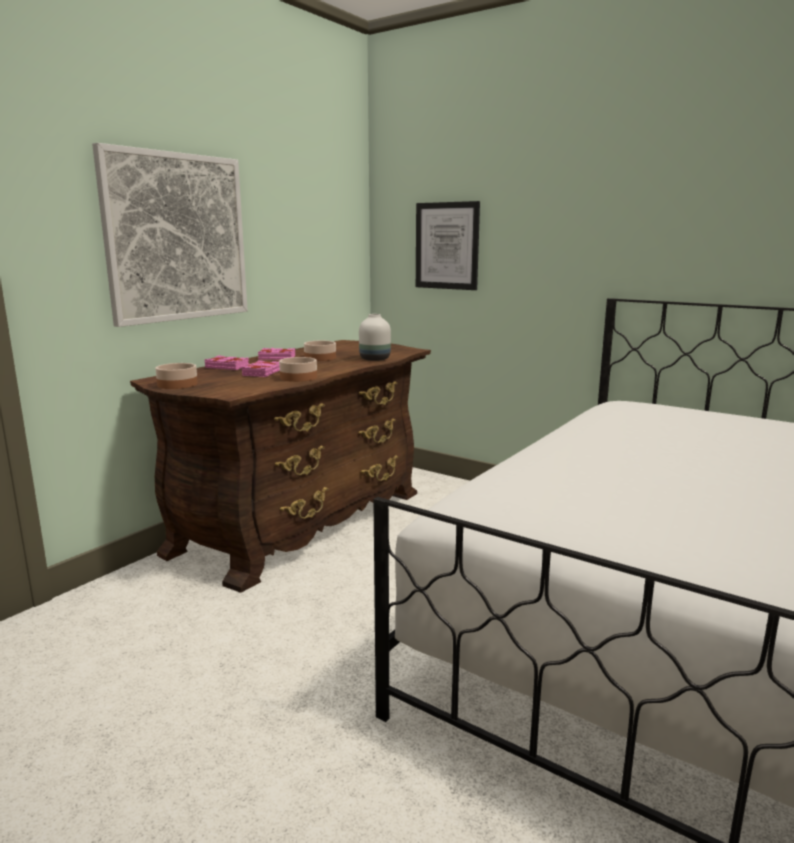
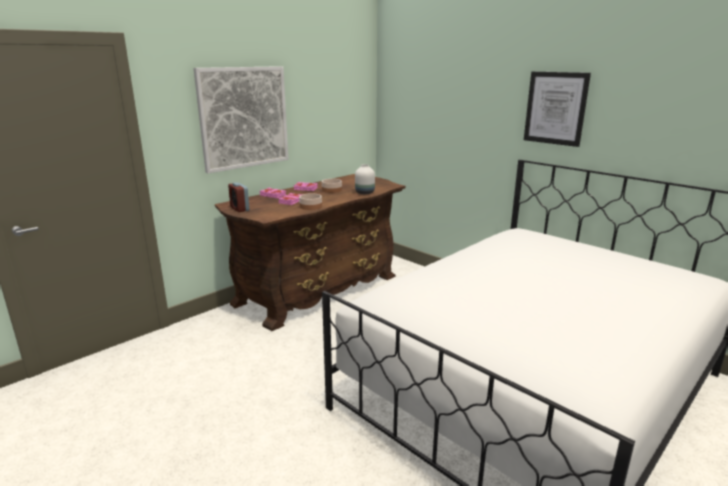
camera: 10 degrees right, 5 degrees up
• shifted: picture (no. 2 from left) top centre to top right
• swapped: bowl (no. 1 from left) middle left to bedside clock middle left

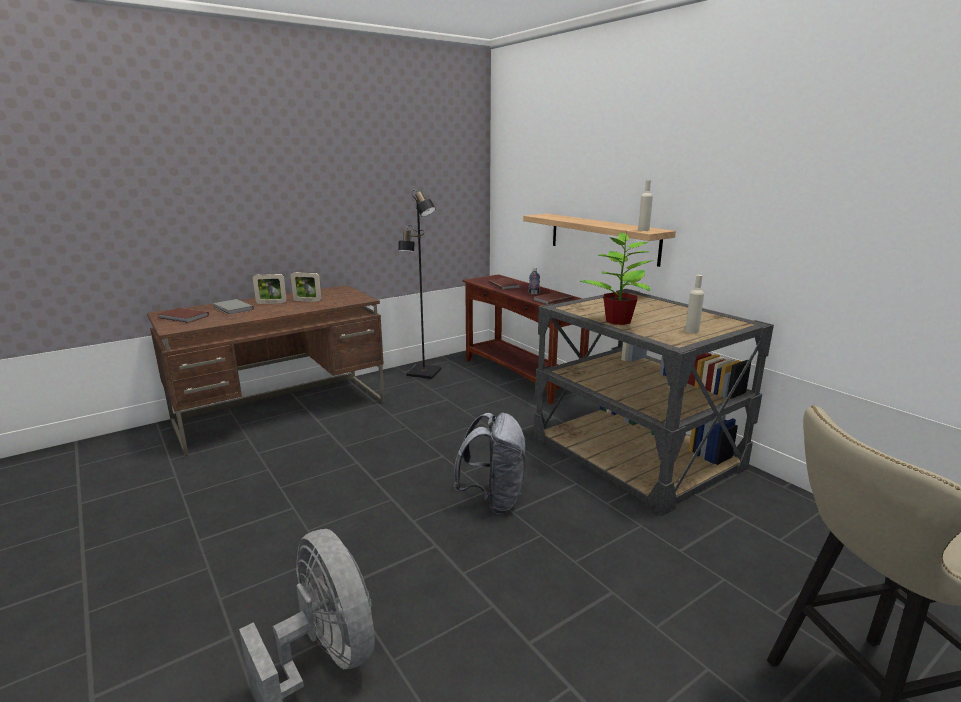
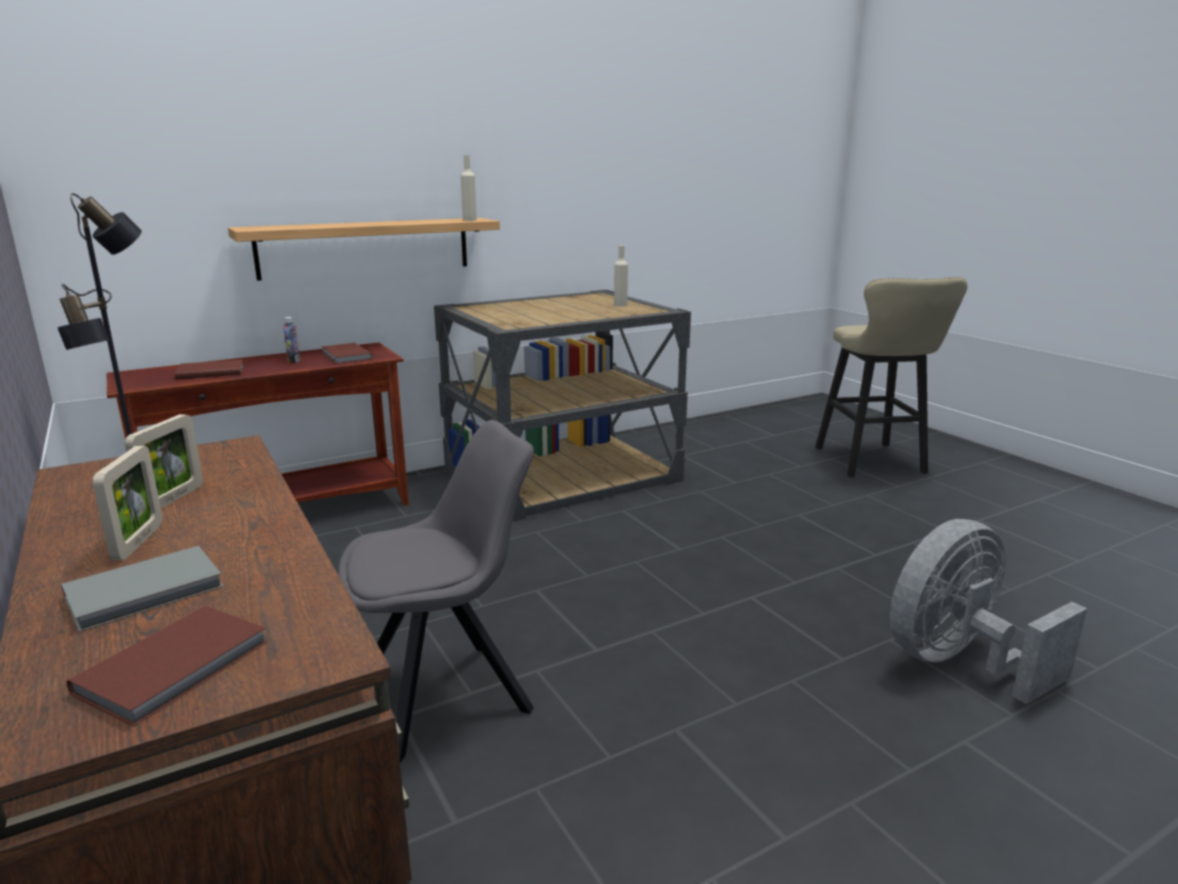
camera: 85 degrees left, 0 degrees up
• gone: greyish rucksack centre
• gone: potted plant centre
• new: greyish plain chair bottom centre

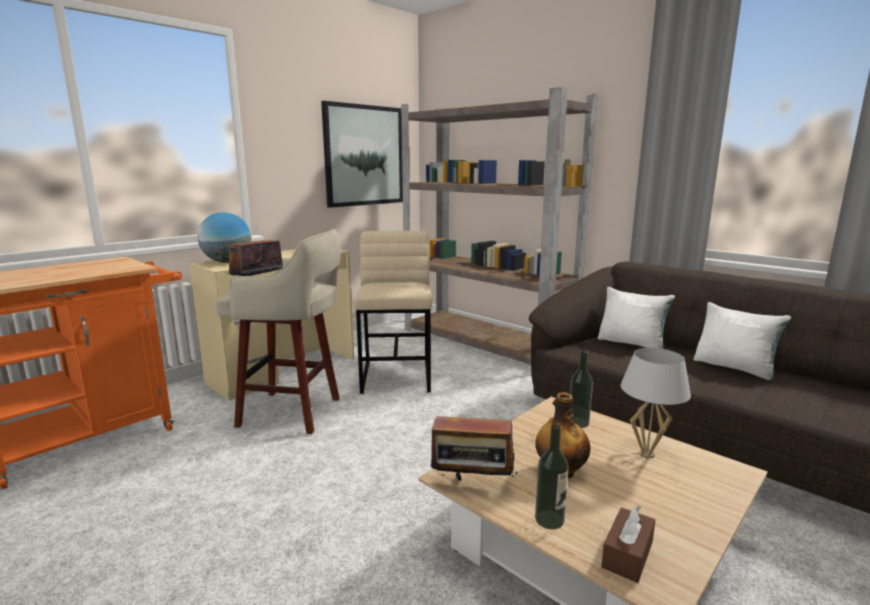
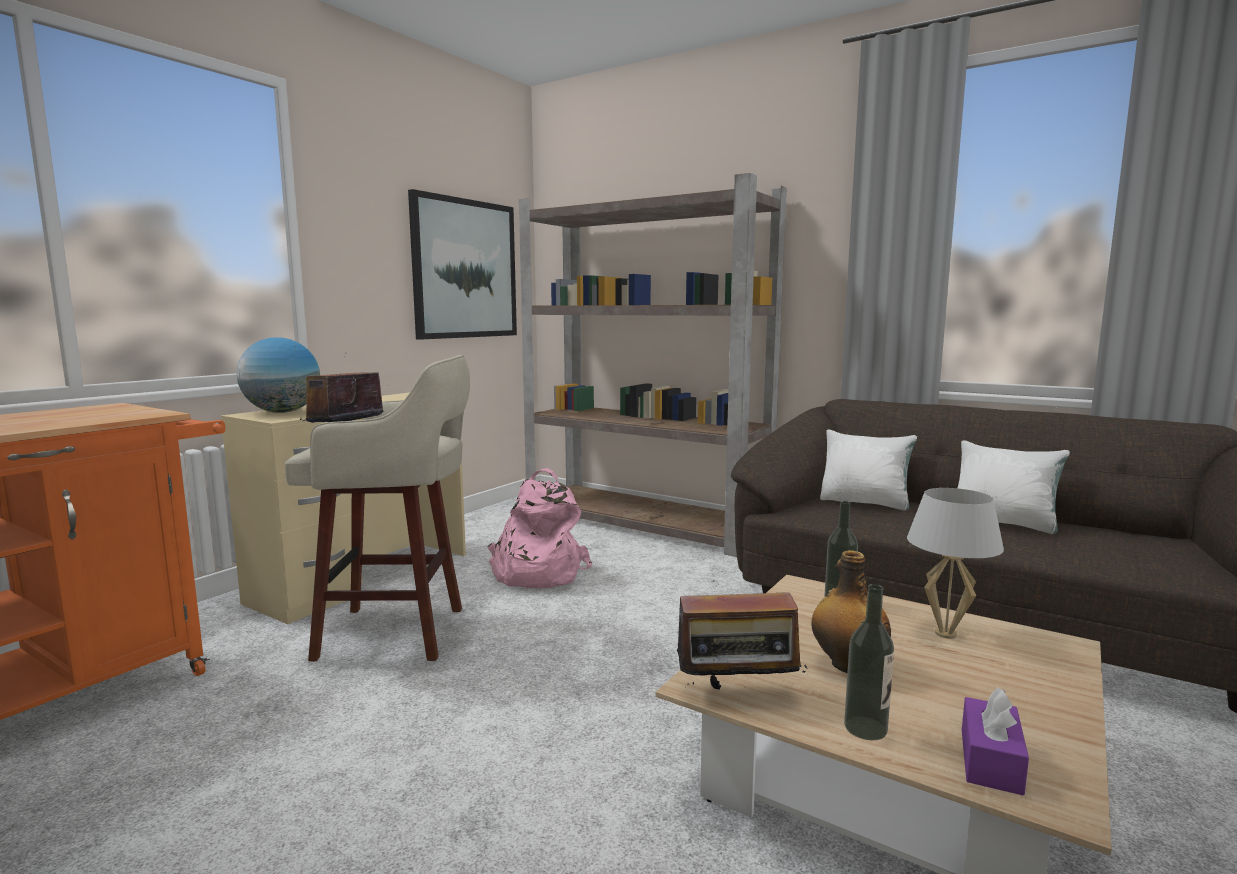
camera: 10 degrees left, 5 degrees down
• swapped: beige plain chair centre to pink-coloured rucksack centre
• repainted: brown-coloured tissue box bottom right to purplish tissue box bottom right

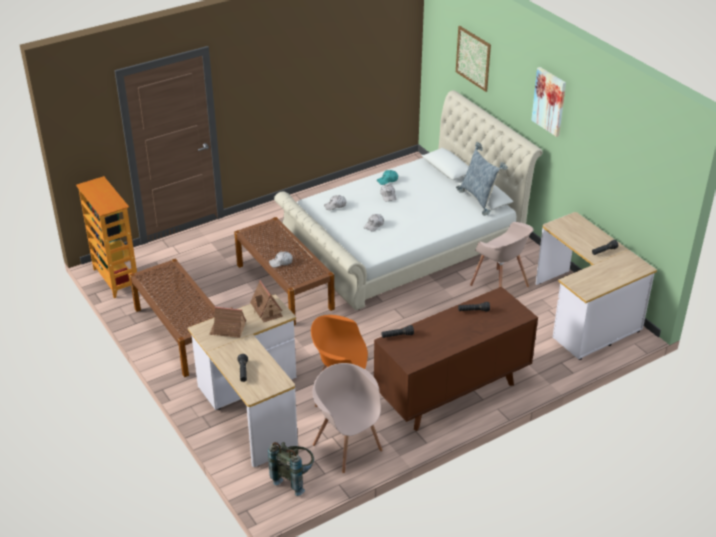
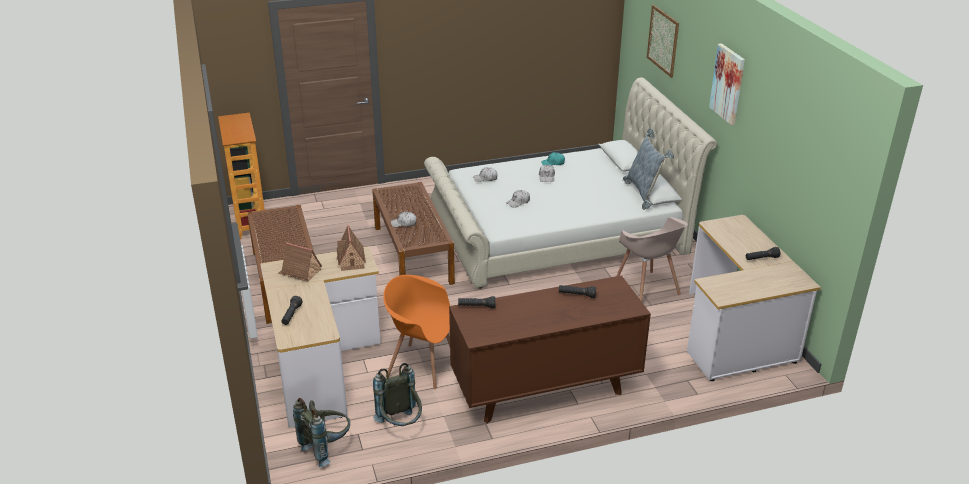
camera: 15 degrees right, 5 degrees down
• swapped: beige plain chair (no. 1 from left) bottom centre to greyish rucksack (no. 2 from left) bottom centre

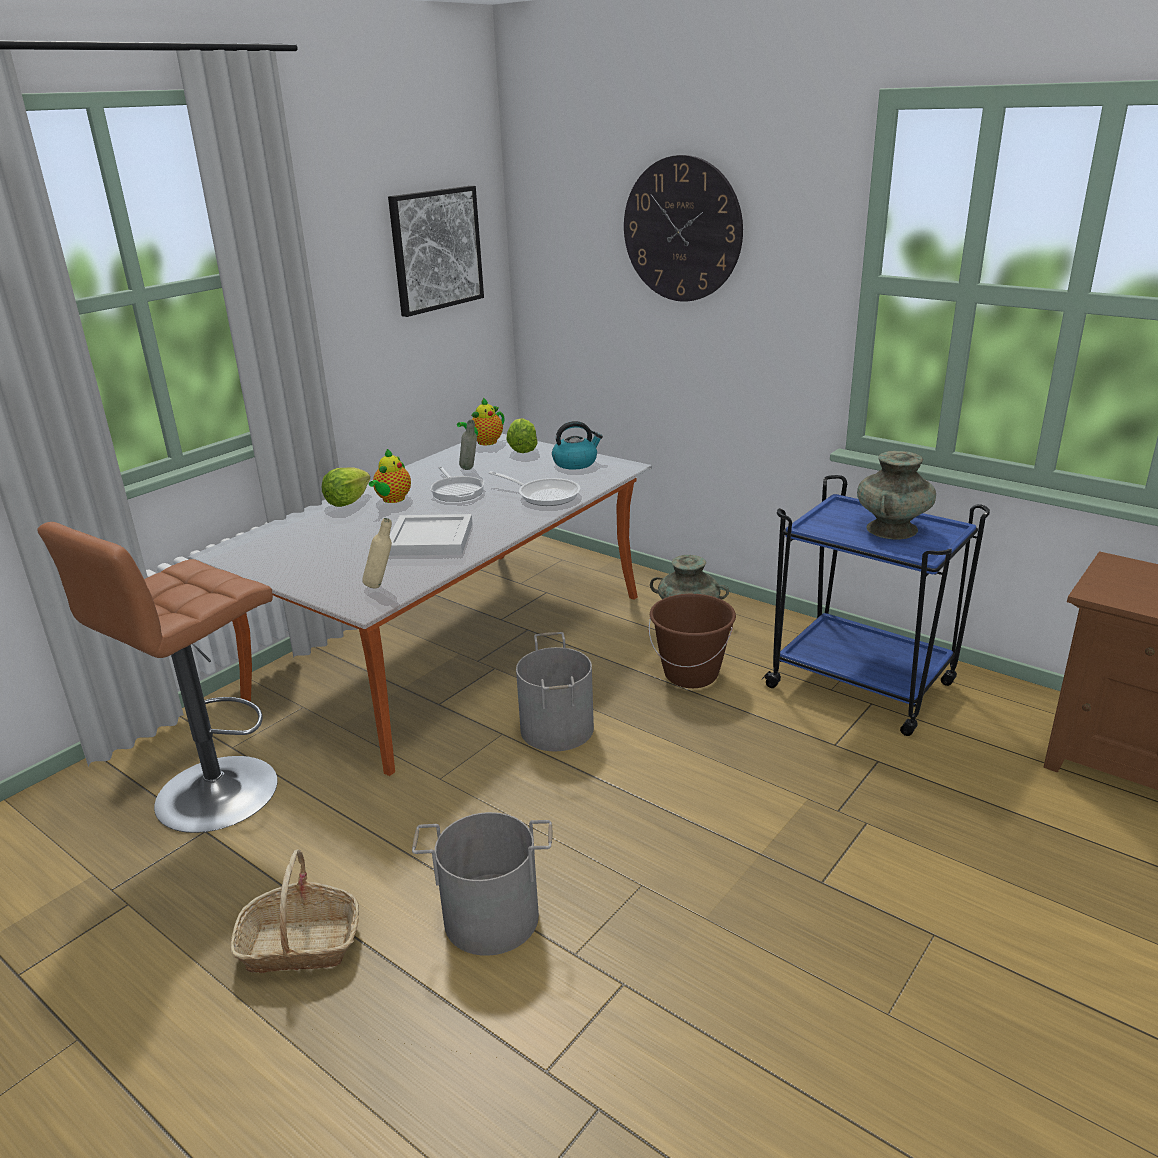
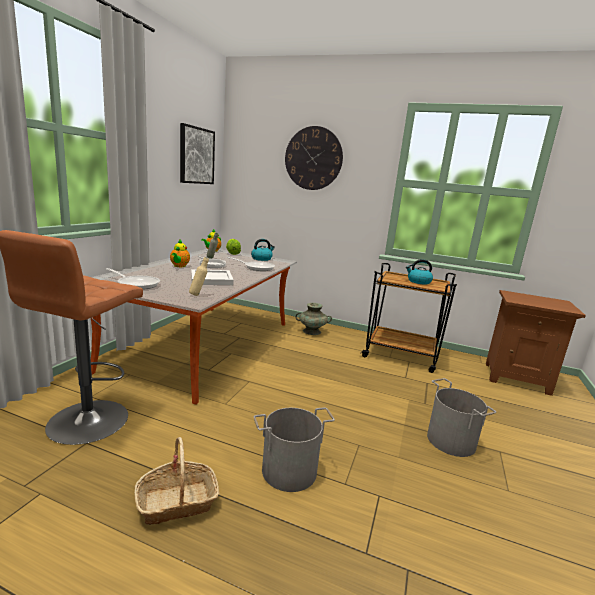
camera: 20 degrees left, 10 degrees down
• gone: lettuce head (no. 1 from left) middle left
• gone: brown-coloured water bucket centre
• new: pan (no. 1 from left) middle left
• shifted: greyish water bucket (no. 2 from left) centre to bottom right
• swapped: turquoise vase (no. 2 from left) middle right to kettle (no. 2 from left) middle right
• repainted: blue-coloured trolley middle right to brown-coloured trolley middle right

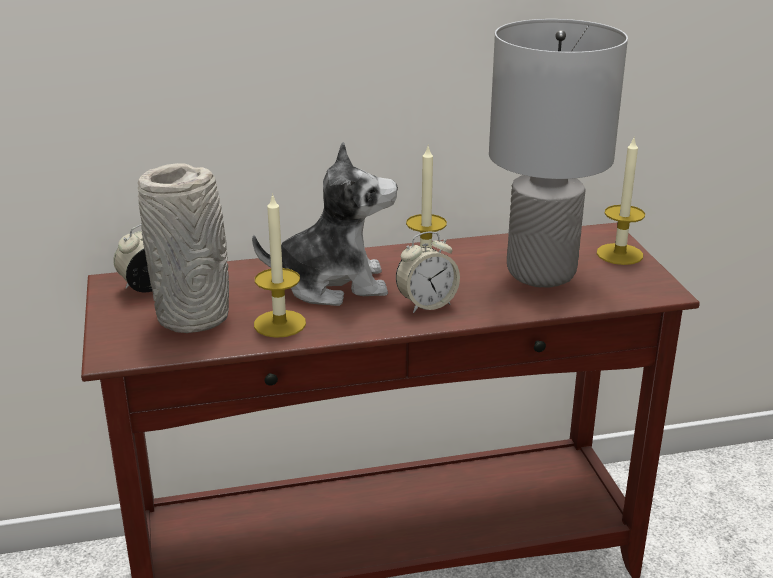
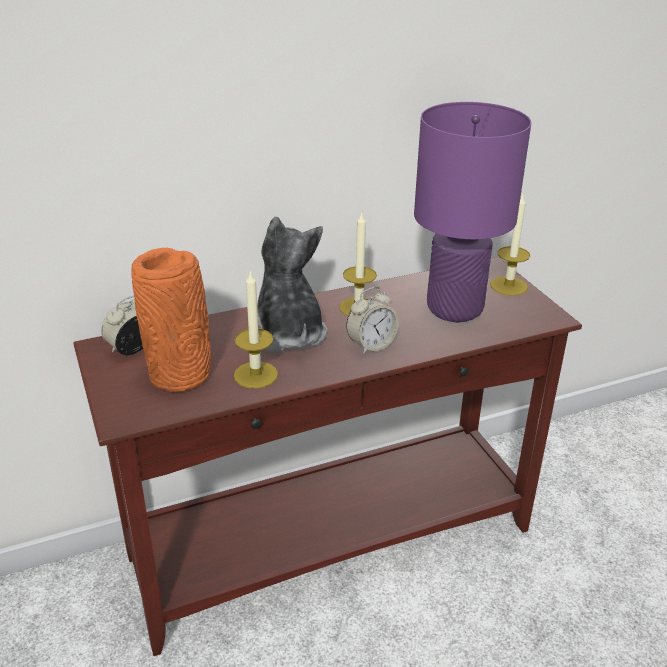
camera: 10 degrees left, 5 degrees up
• repainted: greyish vase middle left to orangey vase middle left
• repainted: greyish table lamp top right to purplish table lamp top right
• rotated: soft toy centre = centre 90 degrees counterclockwise

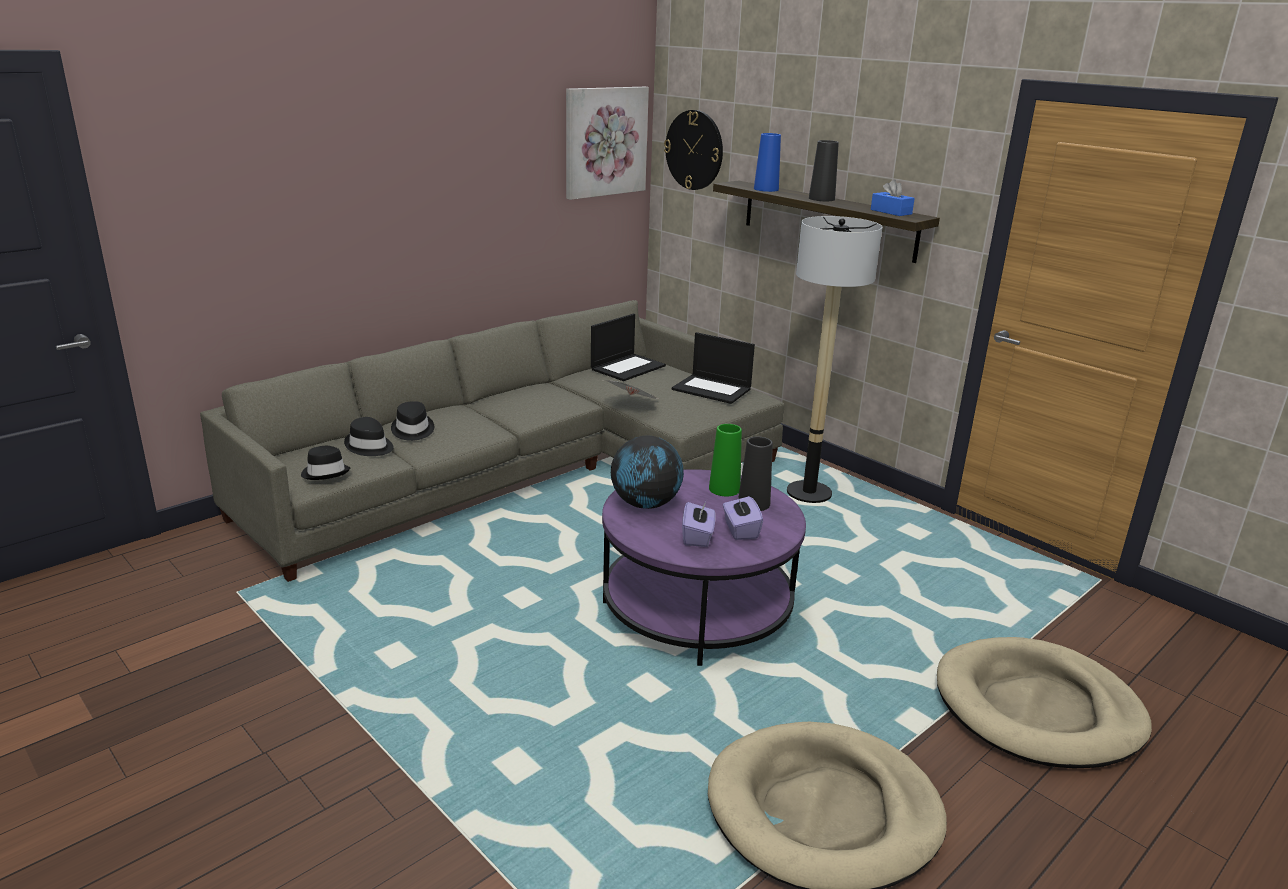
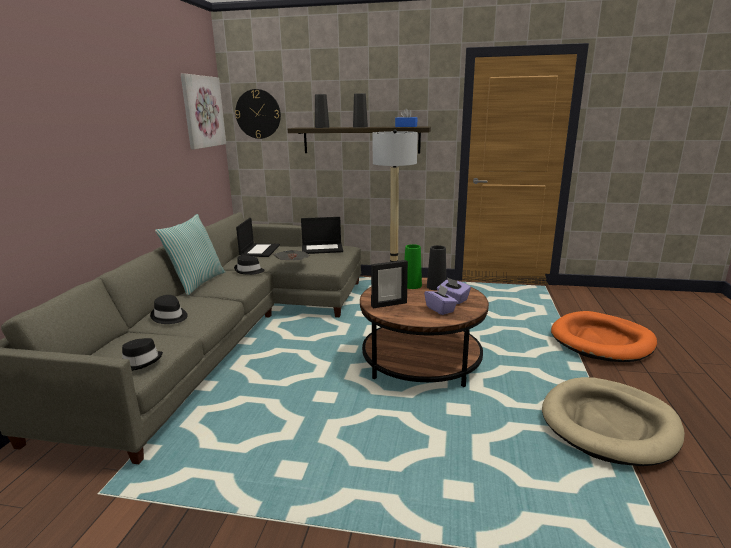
camera: 35 degrees left, 5 degrees down
• new: pillow middle left
• shifted: black wearable hat (no. 2 from left in the first image) middle left to black wearable hat (no. 3 from left) centre
• swapped: world globe centre to photo frame centre
• repainted: purplish low table centre to brown-coloured low table centre
• repainted: blue-coloured vase top centre to black vase (no. 1 from left) top centre
• repainted: beige dog cushion (no. 2 from left) bottom right to orangey dog cushion middle right

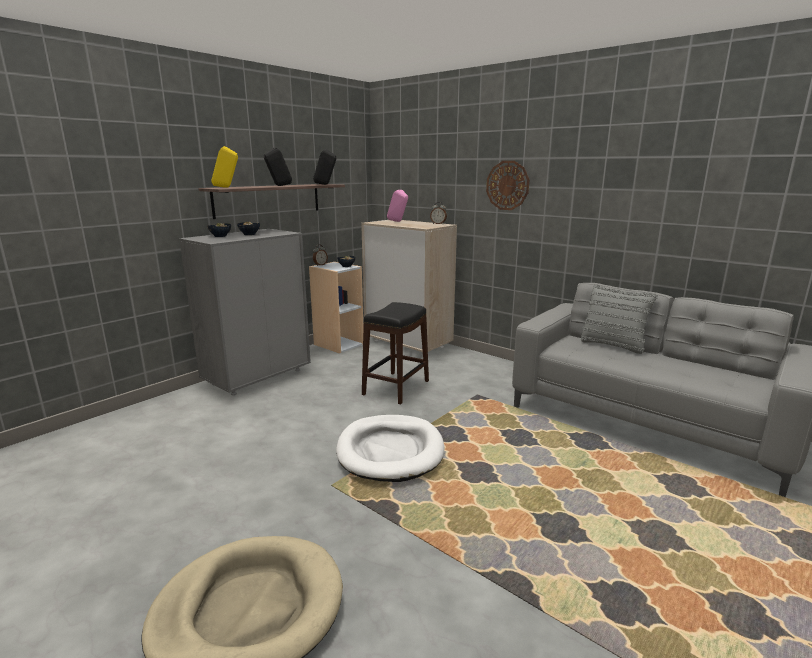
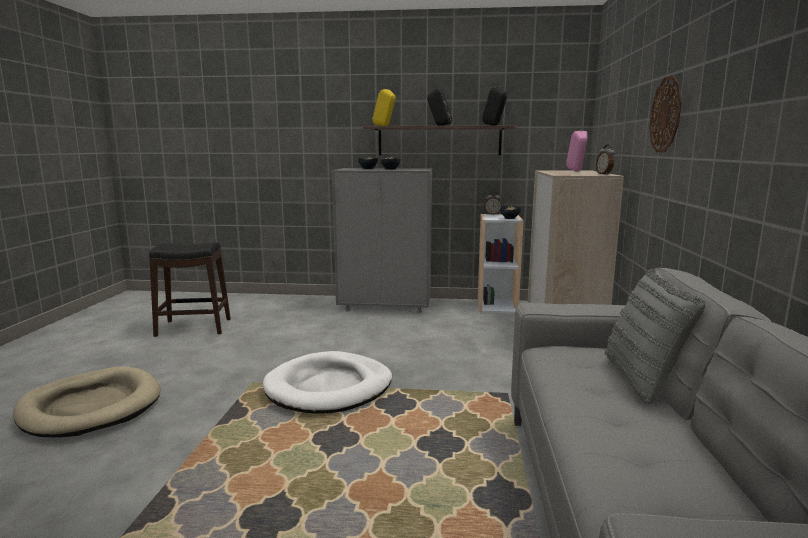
camera: 55 degrees right, 5 degrees down
• shifted: black stool seat centre to middle left

